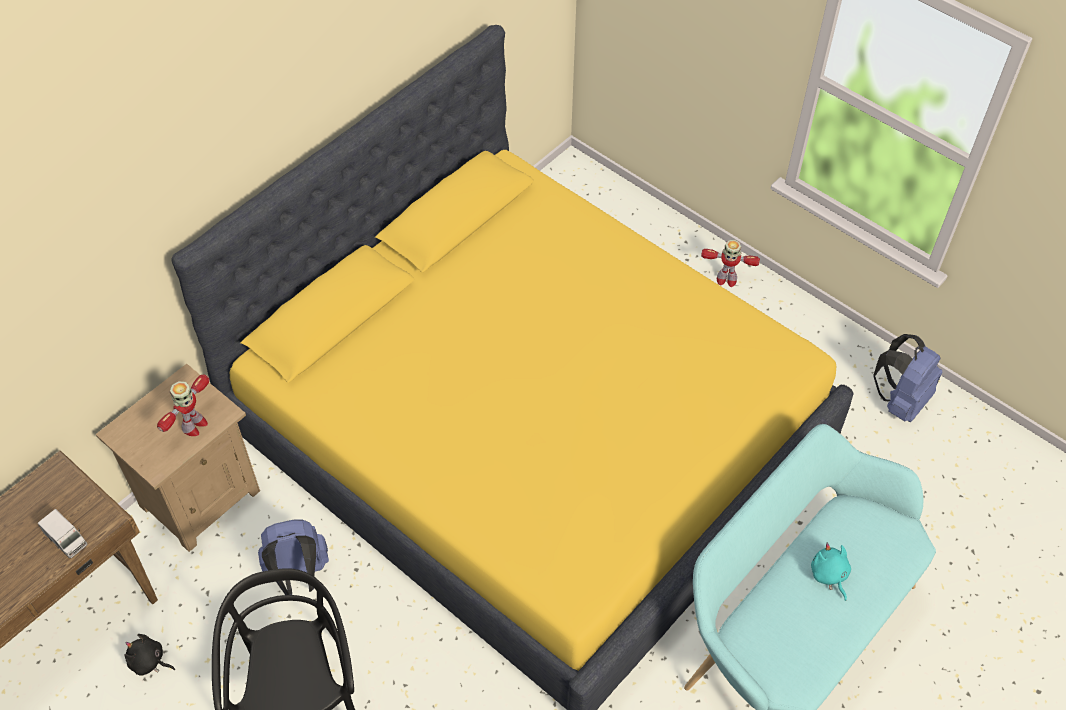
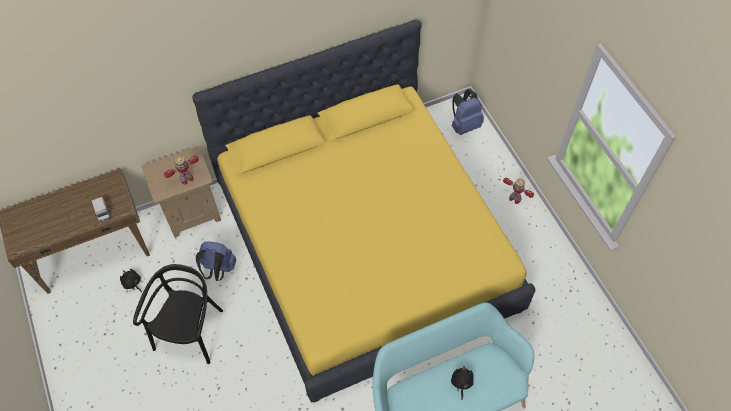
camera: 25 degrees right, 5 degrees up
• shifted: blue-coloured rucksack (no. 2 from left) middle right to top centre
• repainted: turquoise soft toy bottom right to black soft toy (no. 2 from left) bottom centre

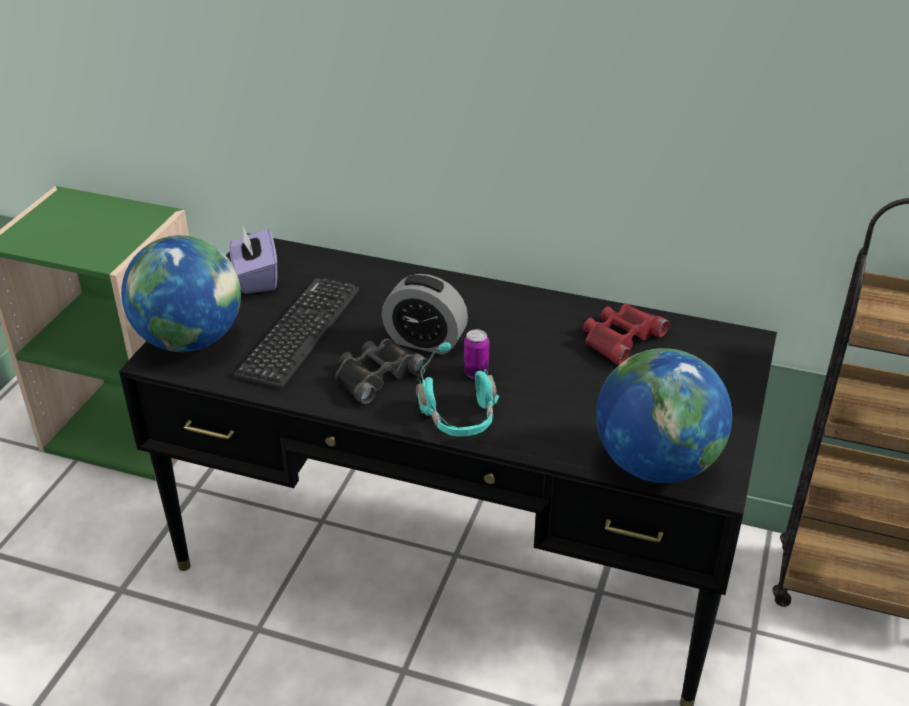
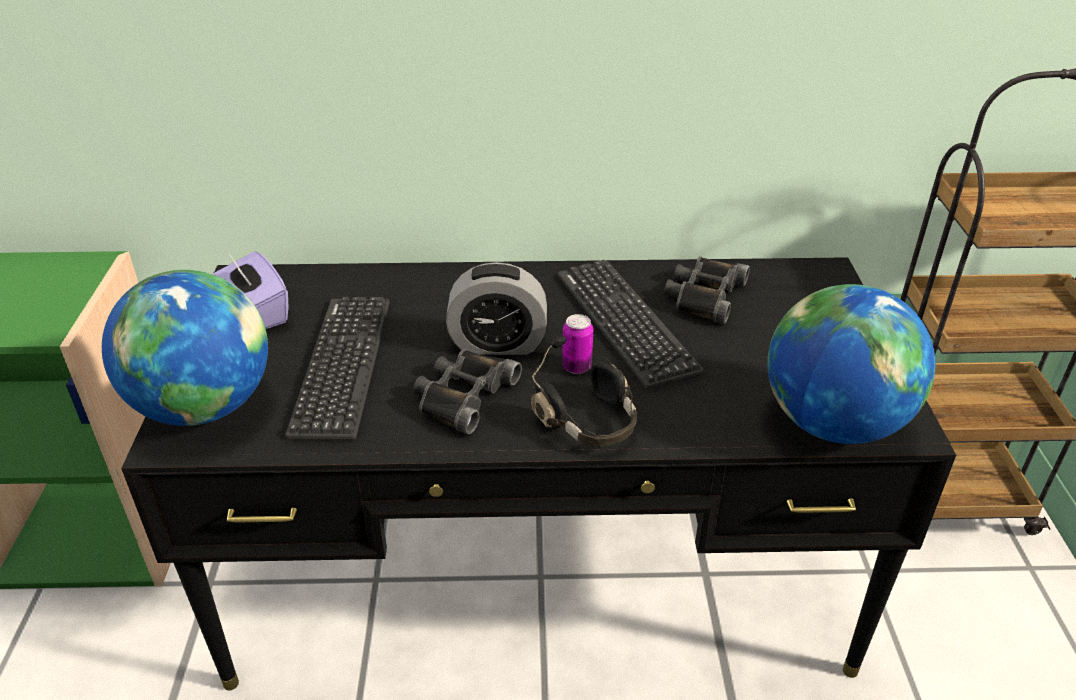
camera: 20 degrees left, 0 degrees up
• new: keyboard (no. 2 from left) centre
• repainted: turquoise headphones centre to black headphones centre
• repainted: reddish field glasses middle right to black field glasses (no. 2 from left) centre

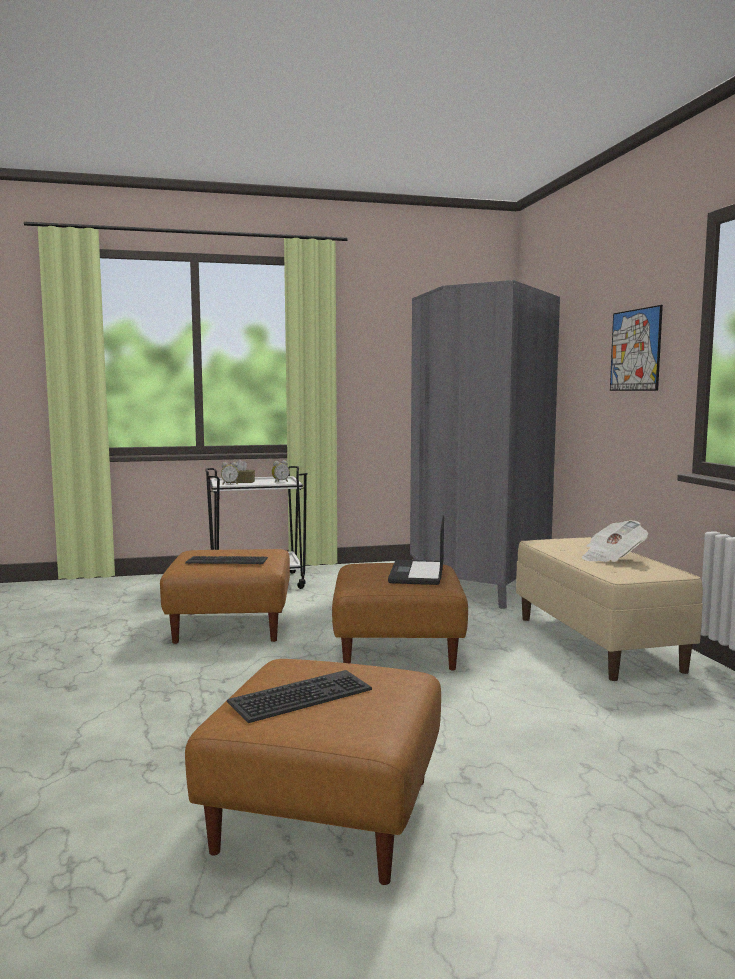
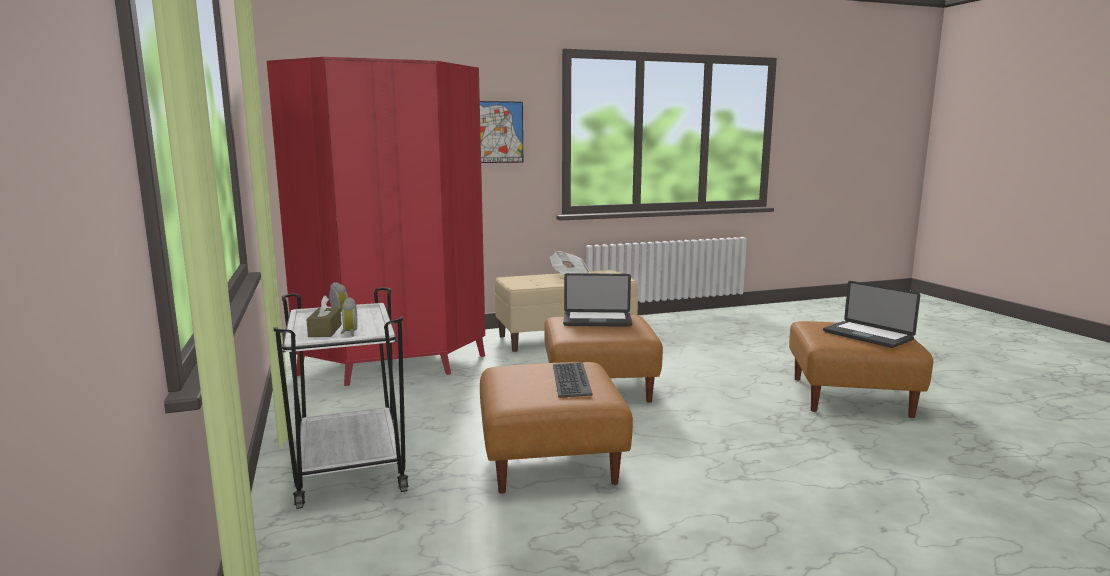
camera: 95 degrees left, 5 degrees up
• swapped: keyboard (no. 2 from left) bottom centre to notebook computer (no. 2 from left) middle right
• repainted: greyish clothes cupboard centre to reddish clothes cupboard centre

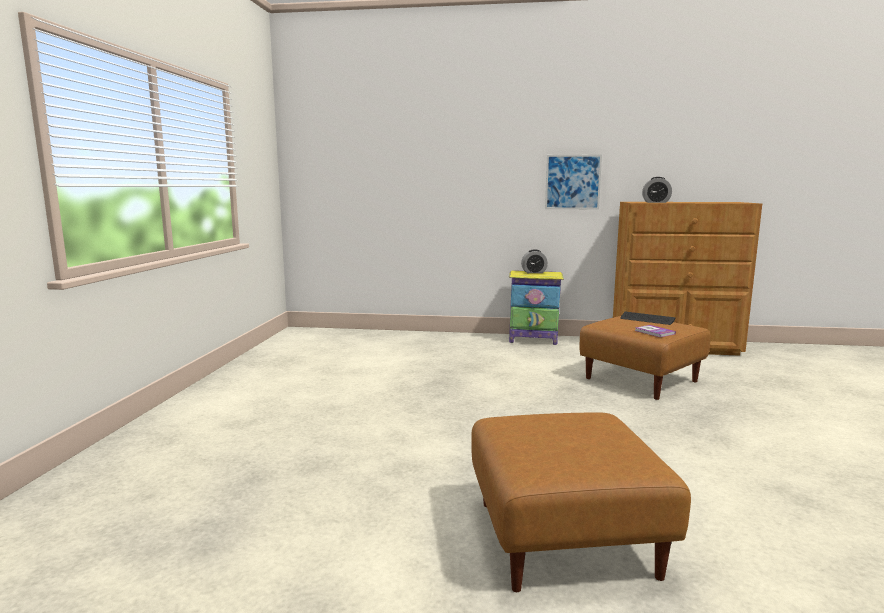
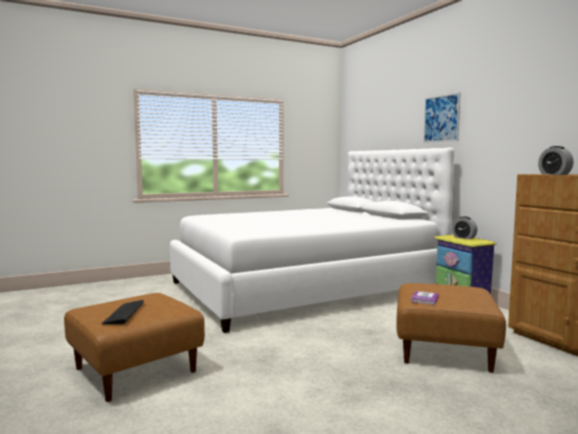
camera: 55 degrees right, 5 degrees down
• new: white-coloured bedroom bed centre
• shifted: picture top centre to top right
• shifted: keyboard middle right to bottom left

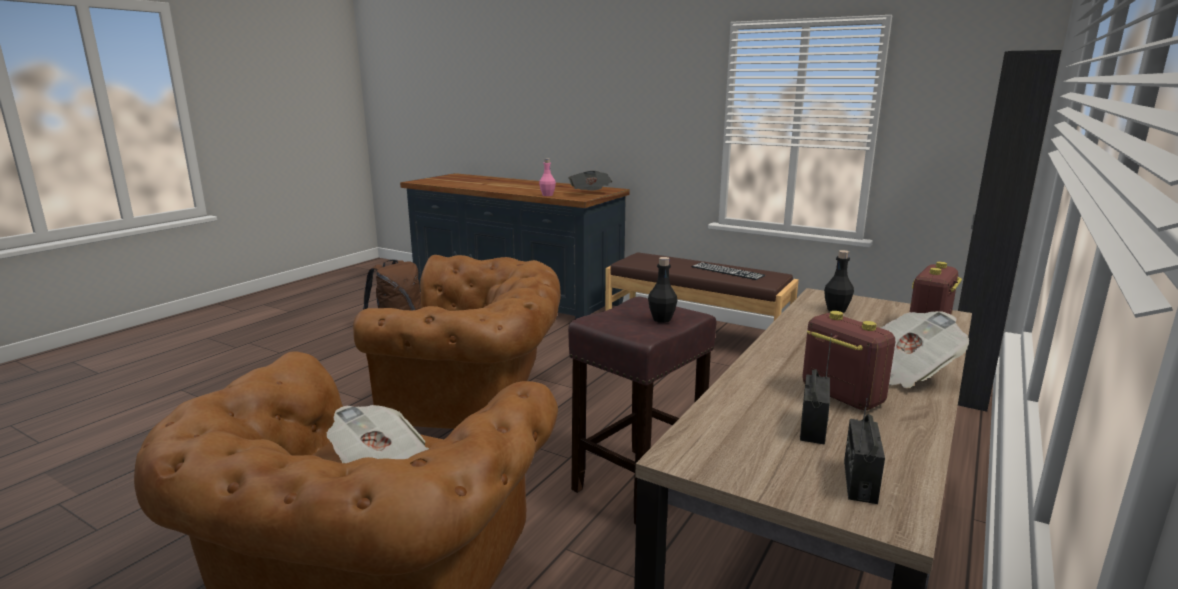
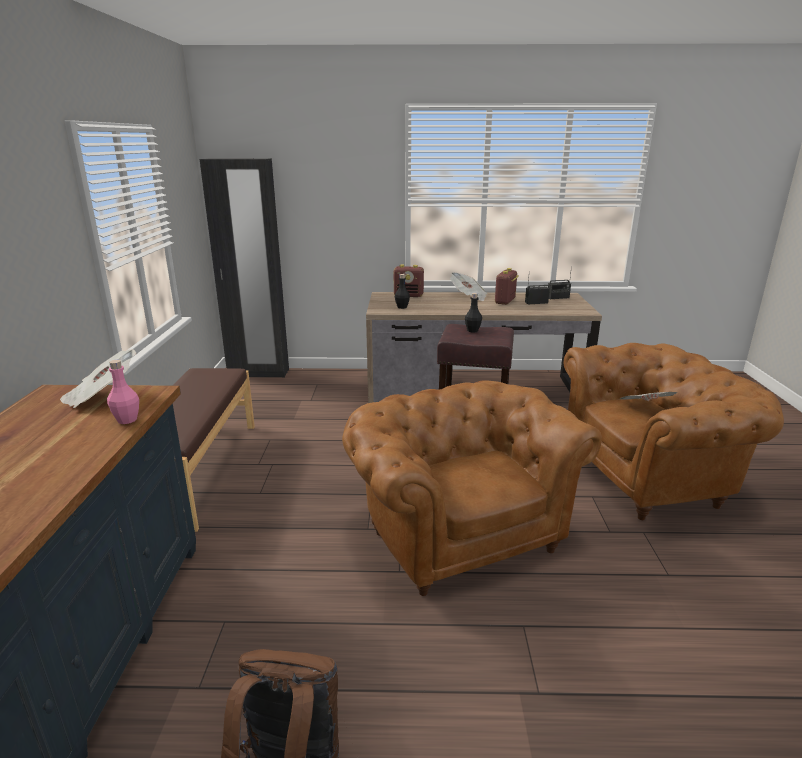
camera: 120 degrees left, 5 degrees up
• gone: keyboard centre

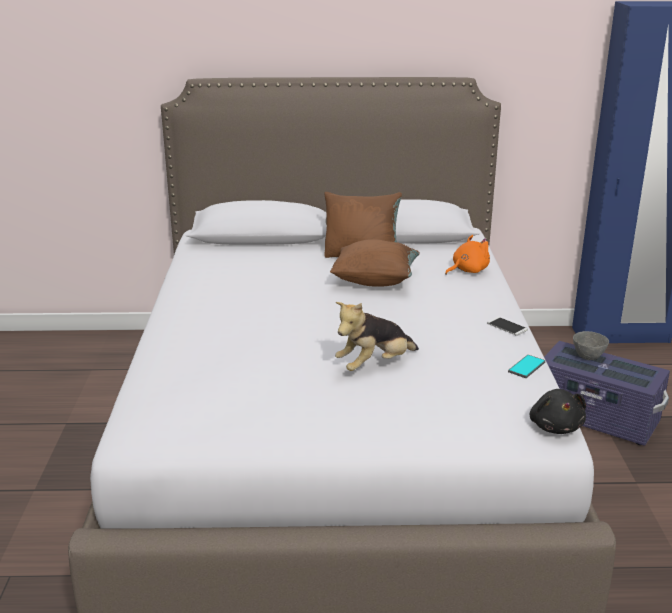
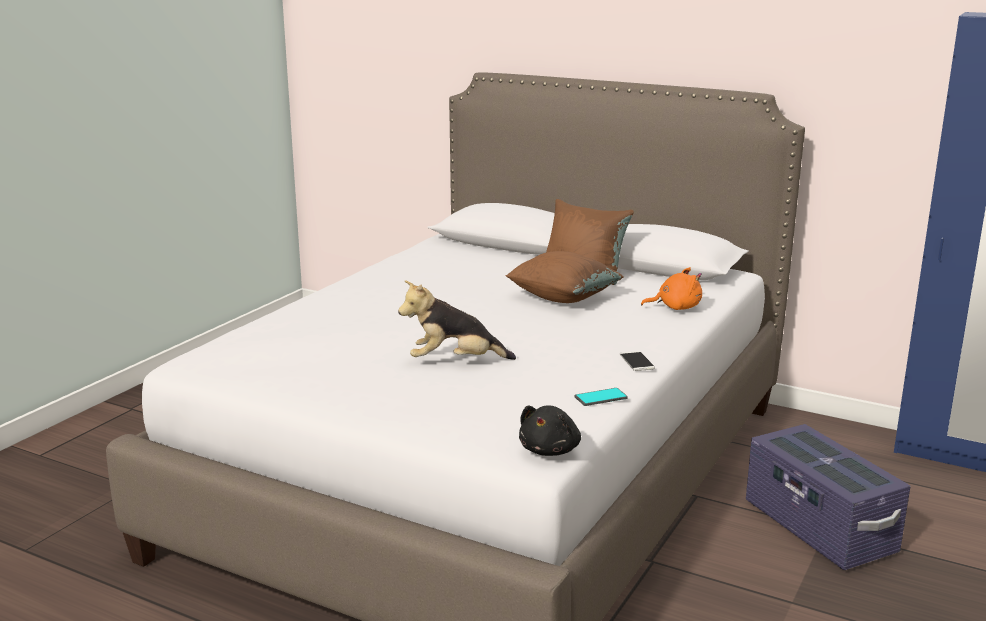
camera: 30 degrees right, 5 degrees down
• gone: greyish bowl middle right

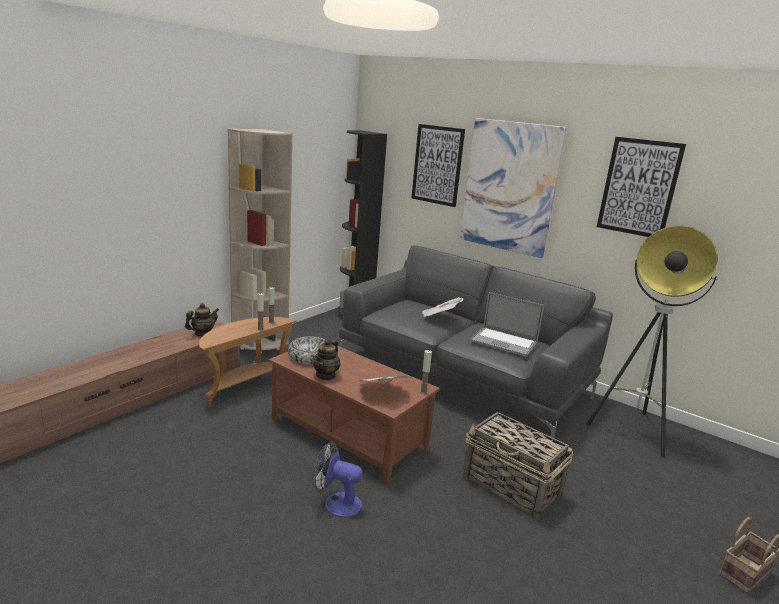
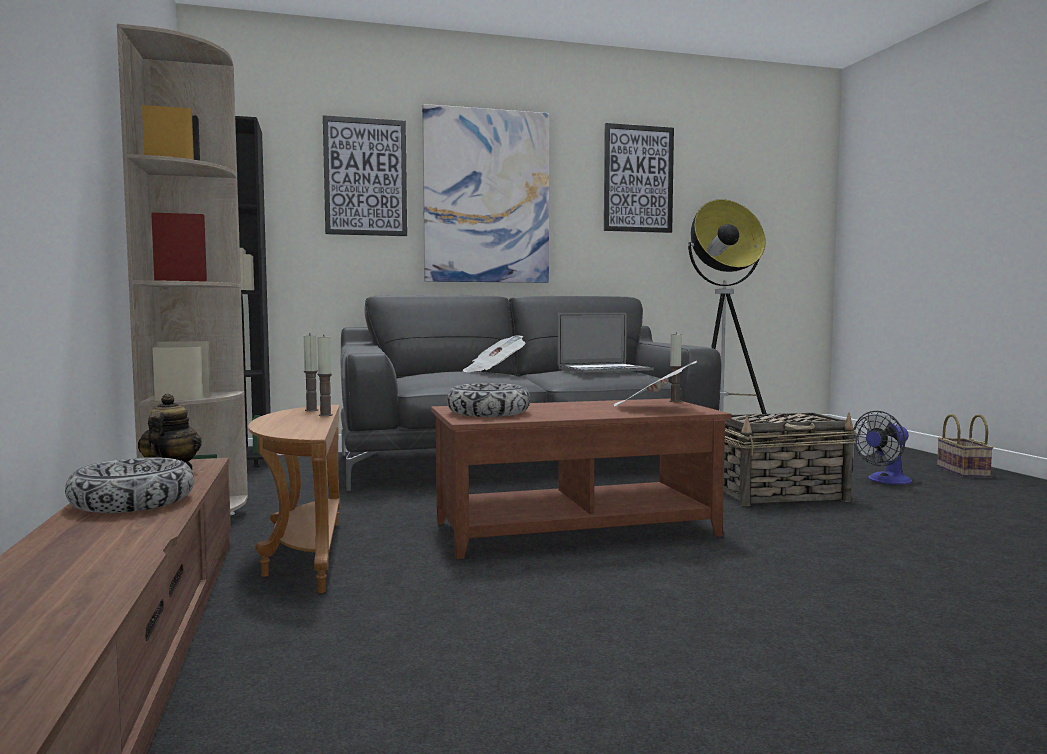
camera: 50 degrees left, 15 degrees down
• gone: teapot (no. 2 from left) centre
• new: bowl (no. 1 from left) middle left
• shifted: fan bottom centre to middle right

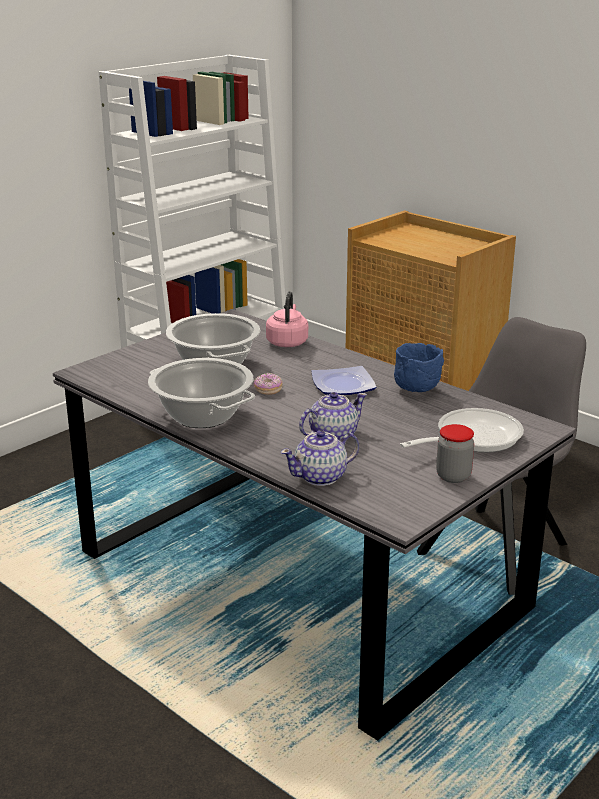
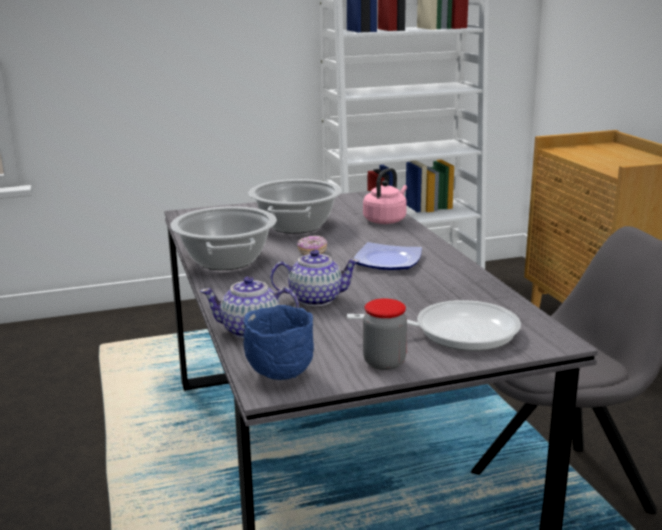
camera: 30 degrees right, 5 degrees down
• shifted: blue-coloured bowl middle right to centre

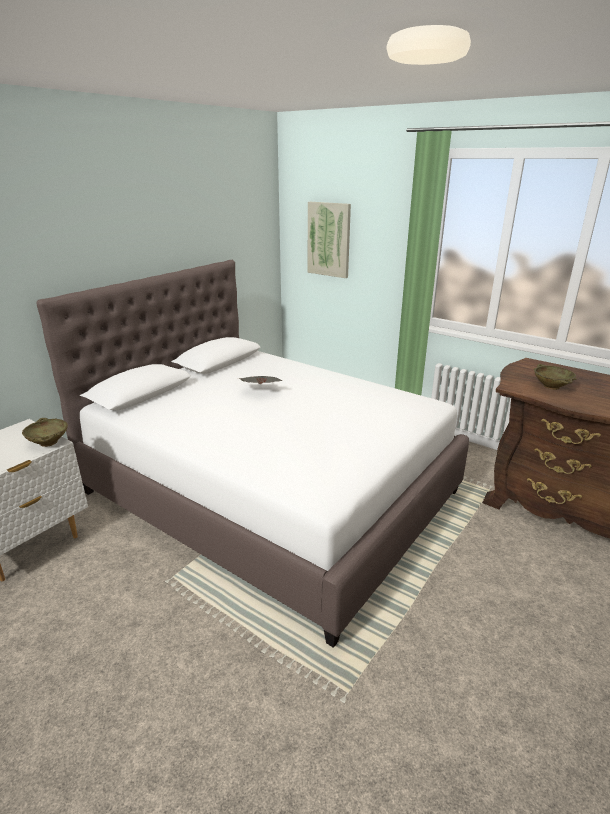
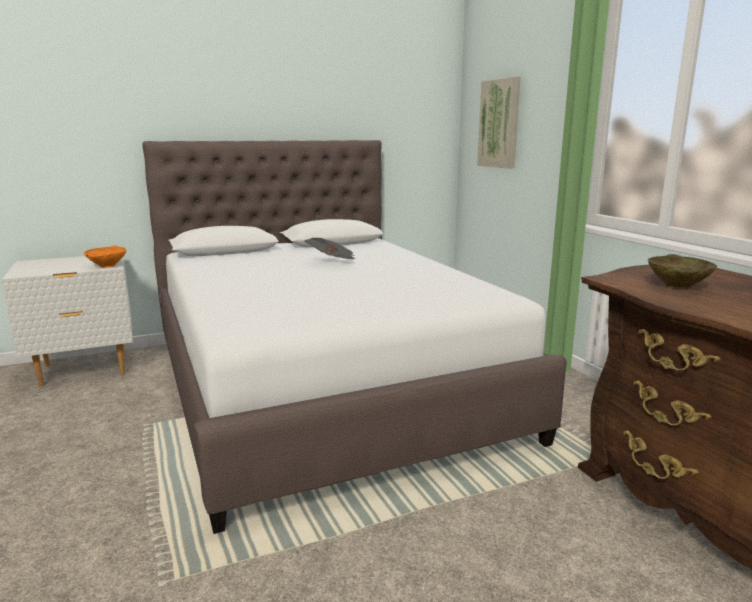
camera: 30 degrees right, 10 degrees down
• repainted: beige bowl (no. 1 from left) middle left to orangey bowl middle left

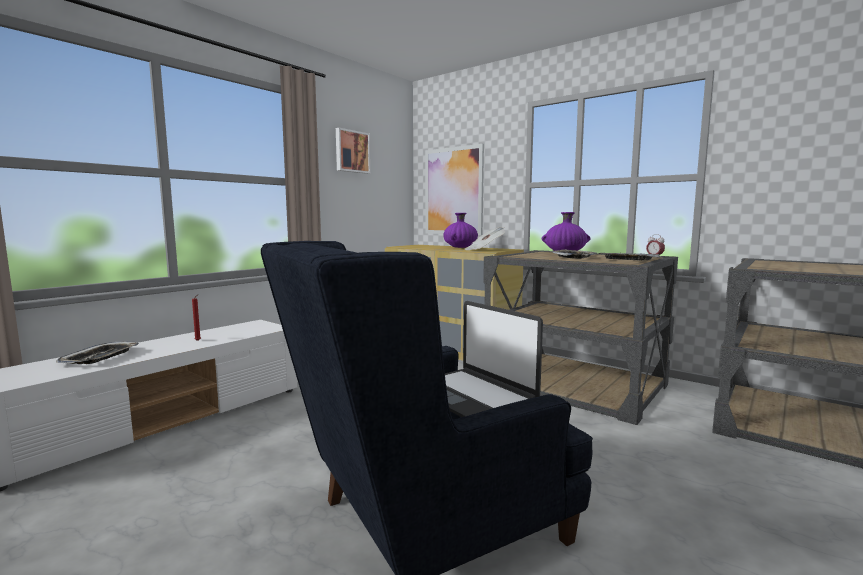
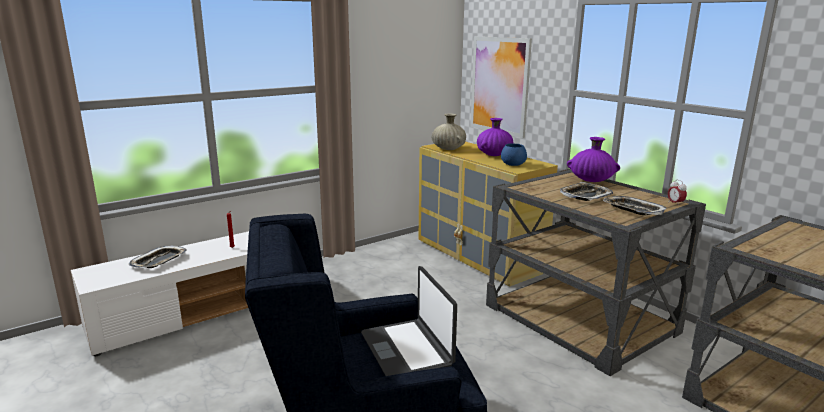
camera: 15 degrees right, 10 degrees up
• gone: picture (no. 1 from left) top centre
• new: beige vase top centre
• swapped: printed paper centre to blue-coloured bowl centre

